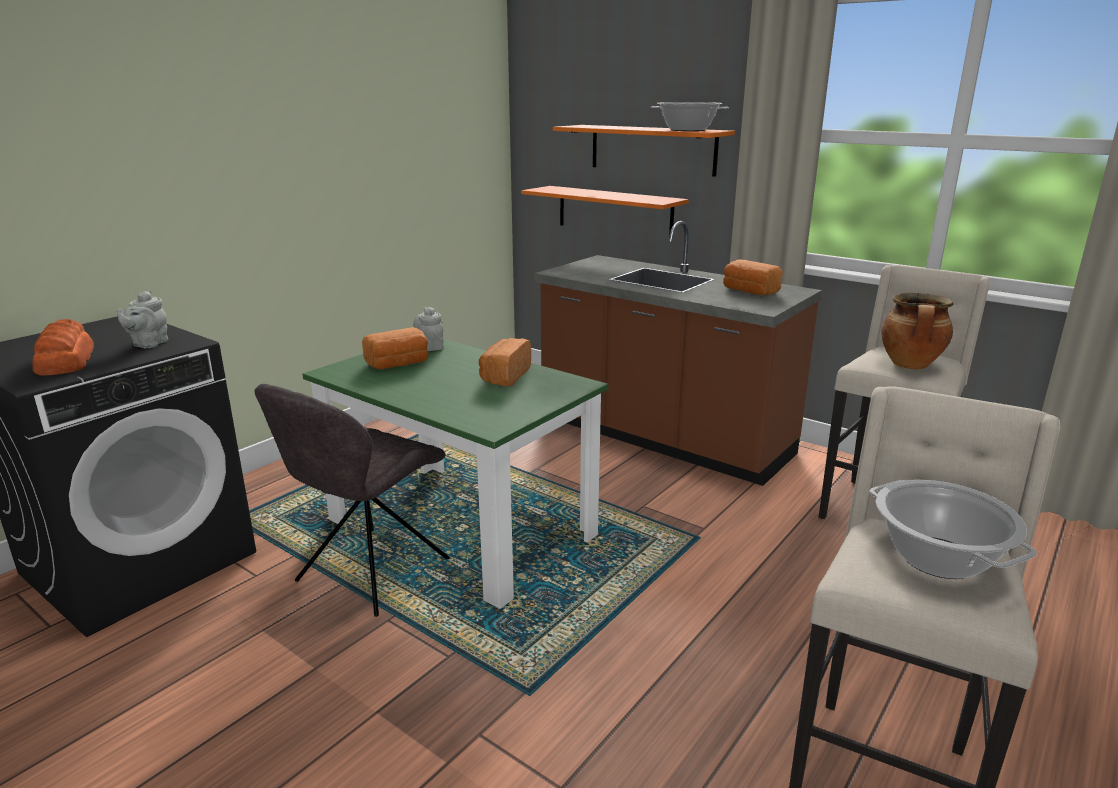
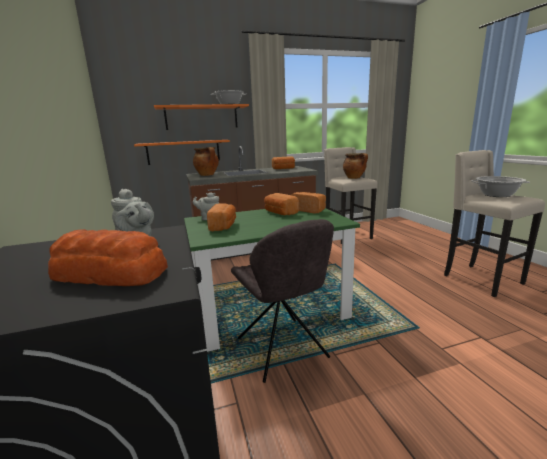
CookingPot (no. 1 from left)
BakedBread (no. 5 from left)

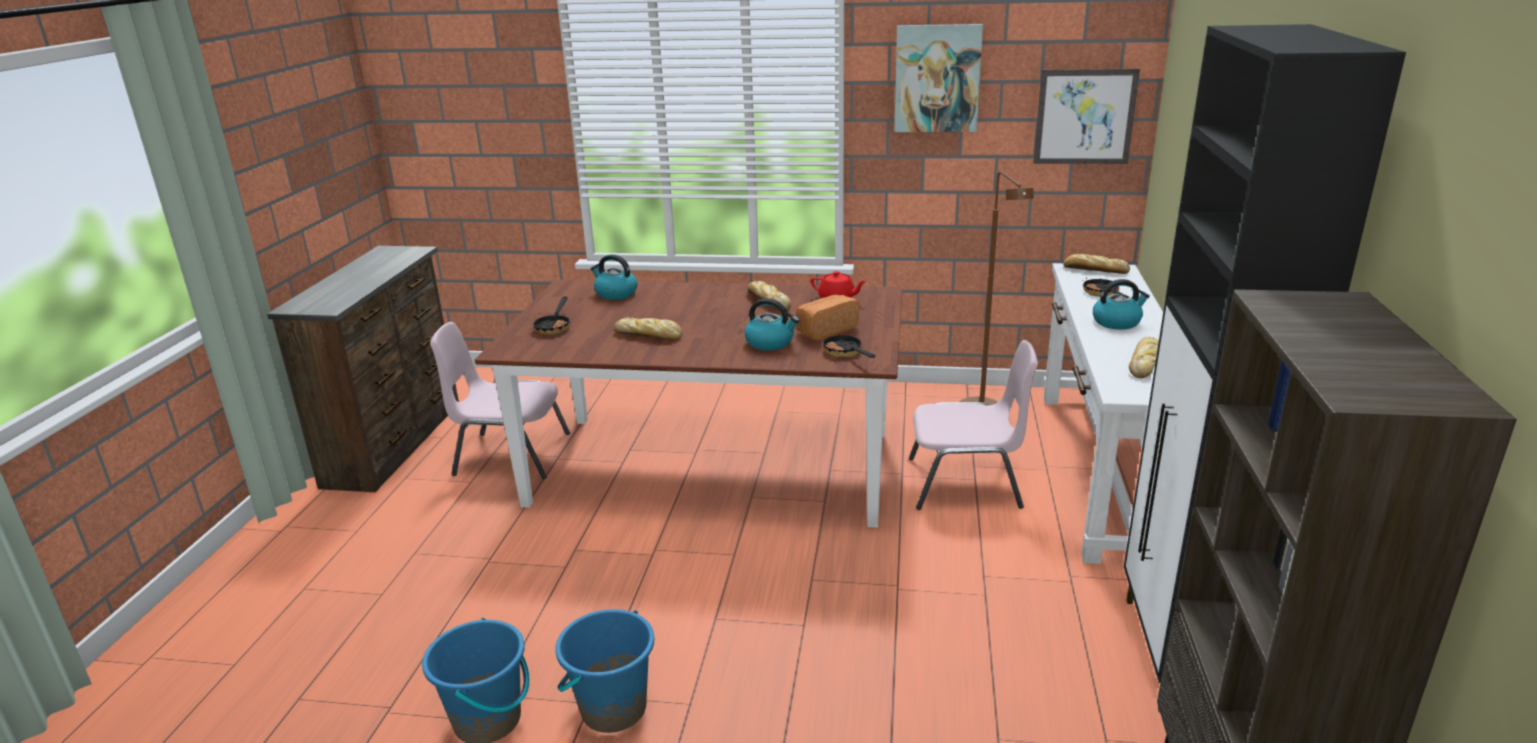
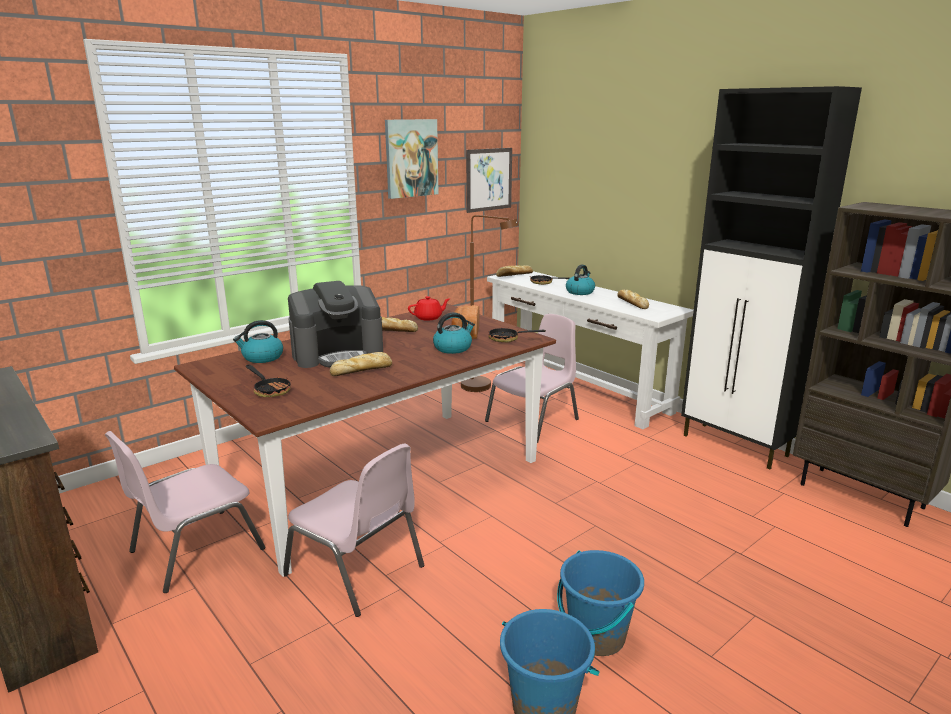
PinkChair (no. 2 from left)
CoffeeMachine

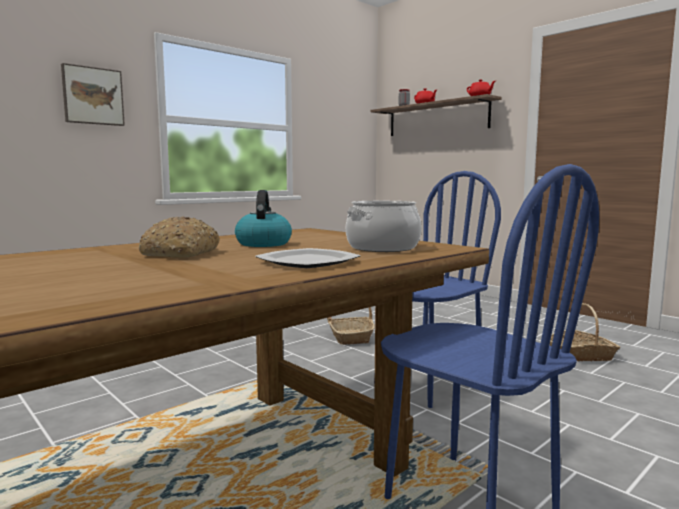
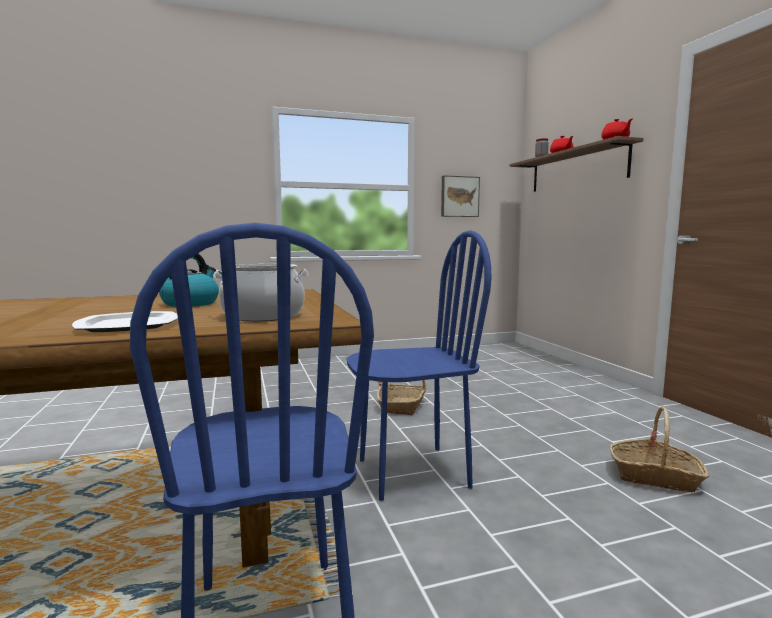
Picture
BakedBread

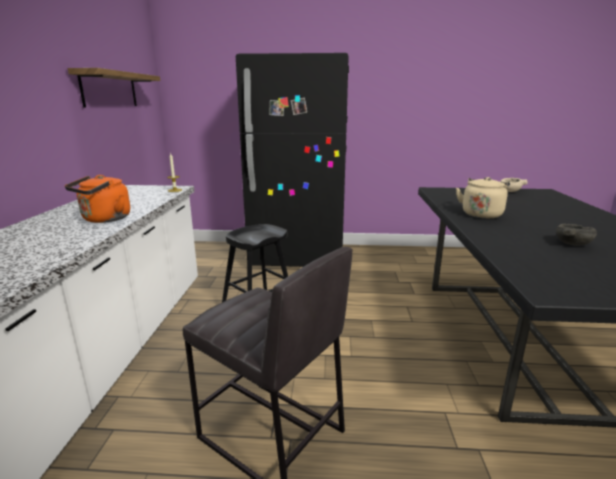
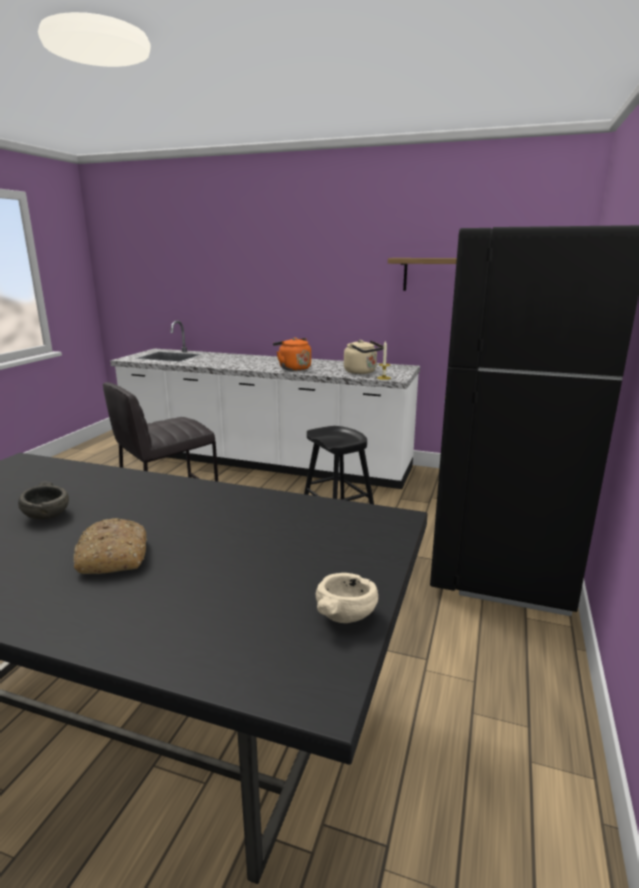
BakedBread
SandColouredKettle

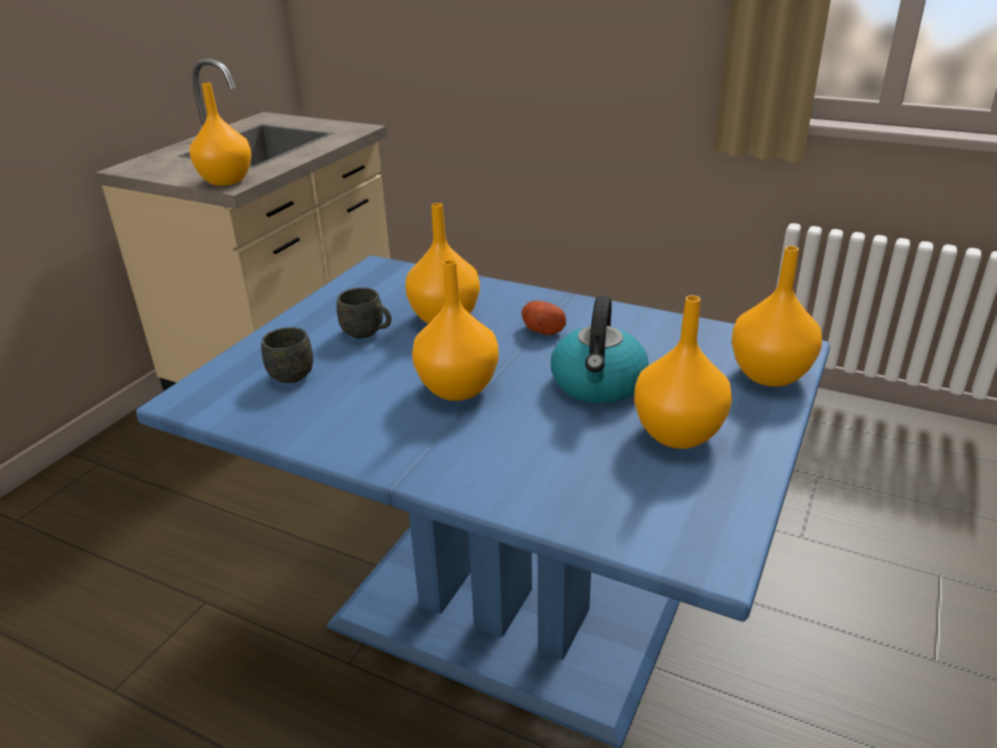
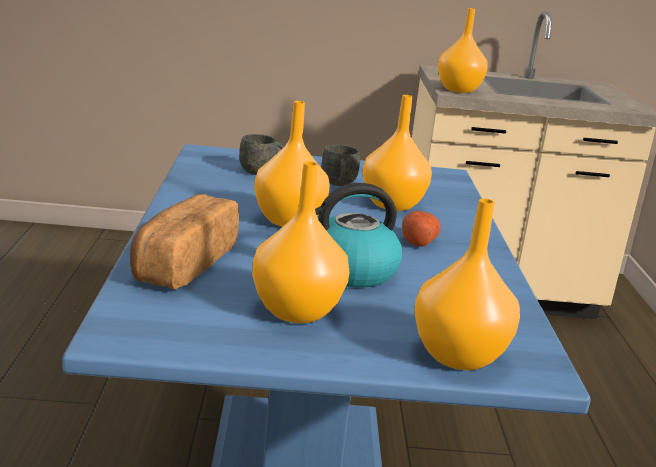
BakedBread

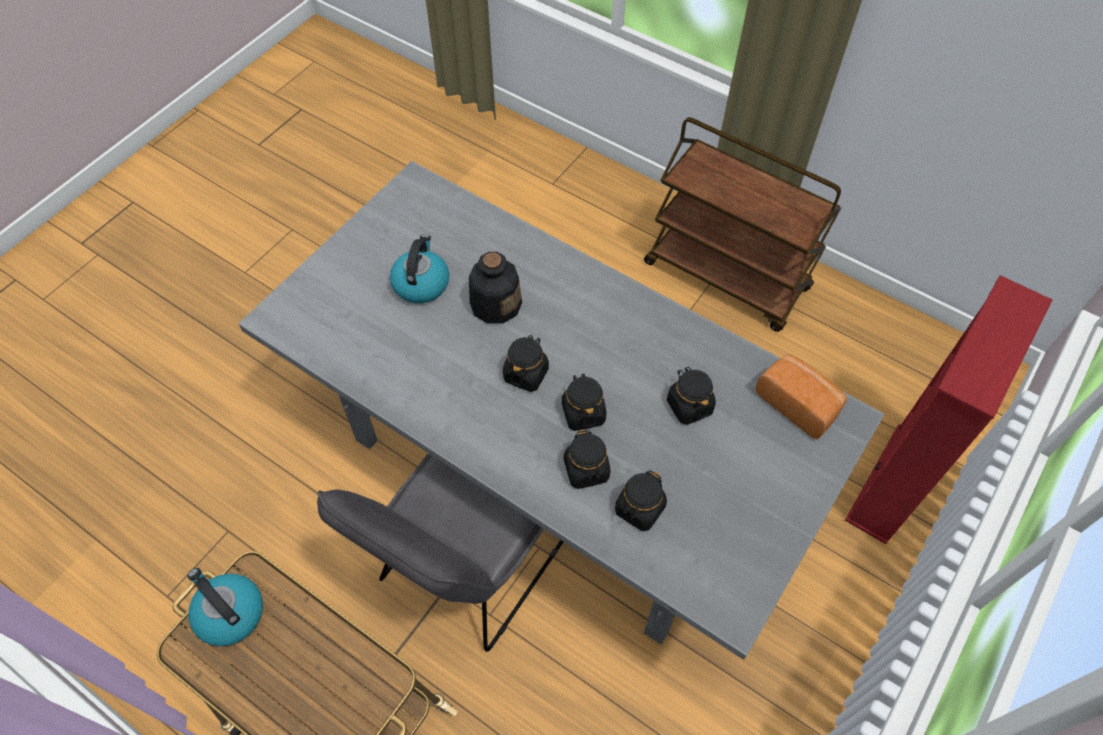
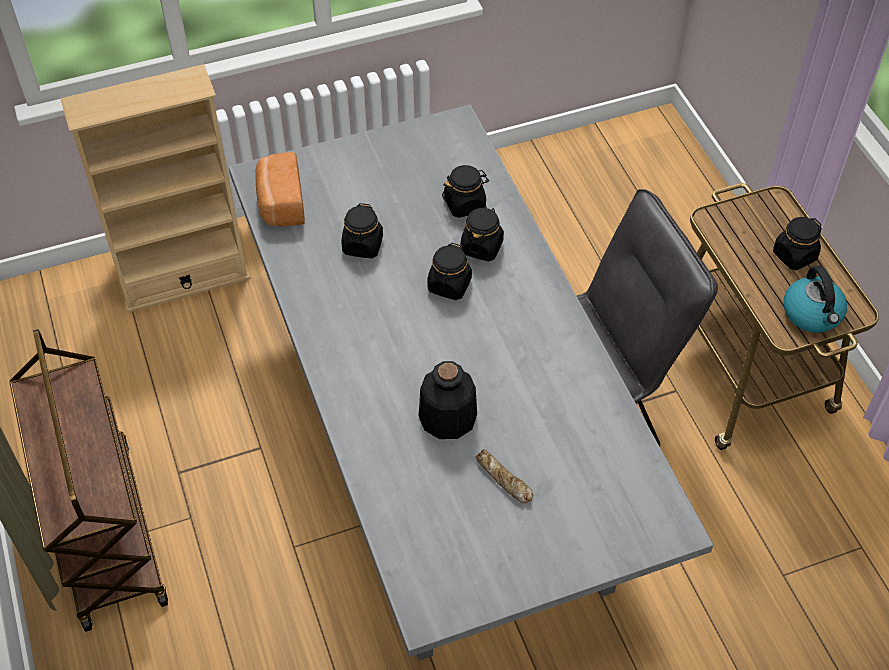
SandColouredShelvingUnit
BakedBread (no. 2 from left)
BlackColouredPreserveJar (no. 5 from left)

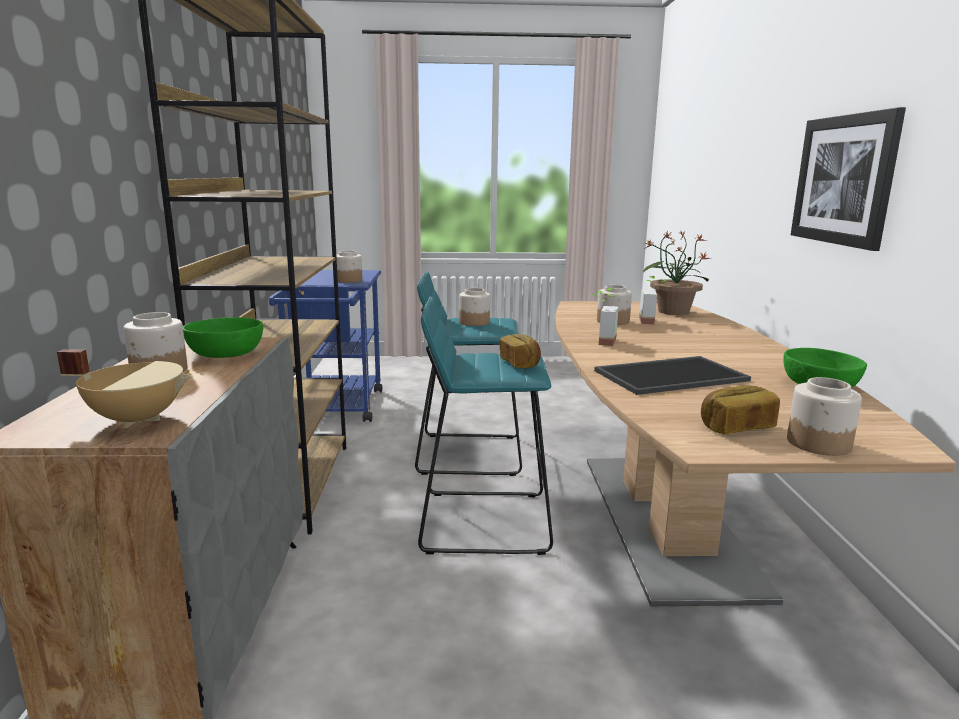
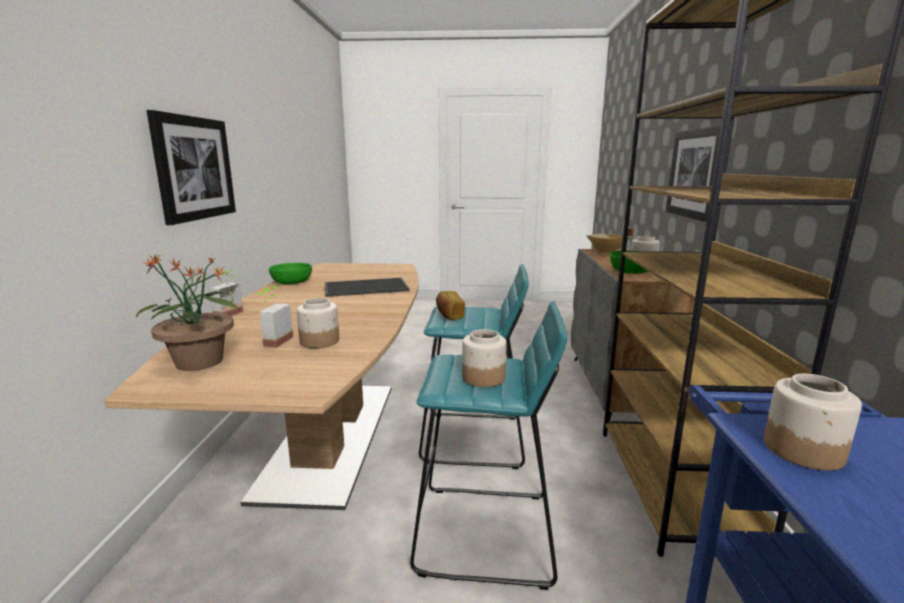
PottedPlant (no. 2 from left)
Picture (no. 2 from left)
BakedBread (no. 2 from left in the first image)
PreserveJar (no. 5 from left in the first image)

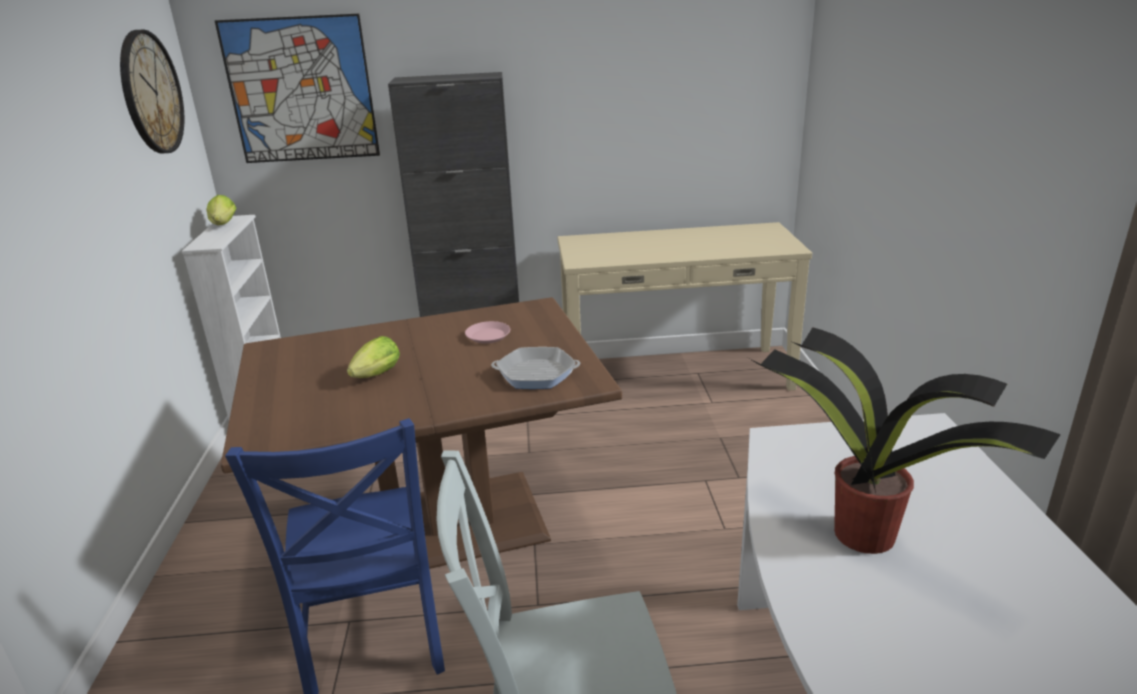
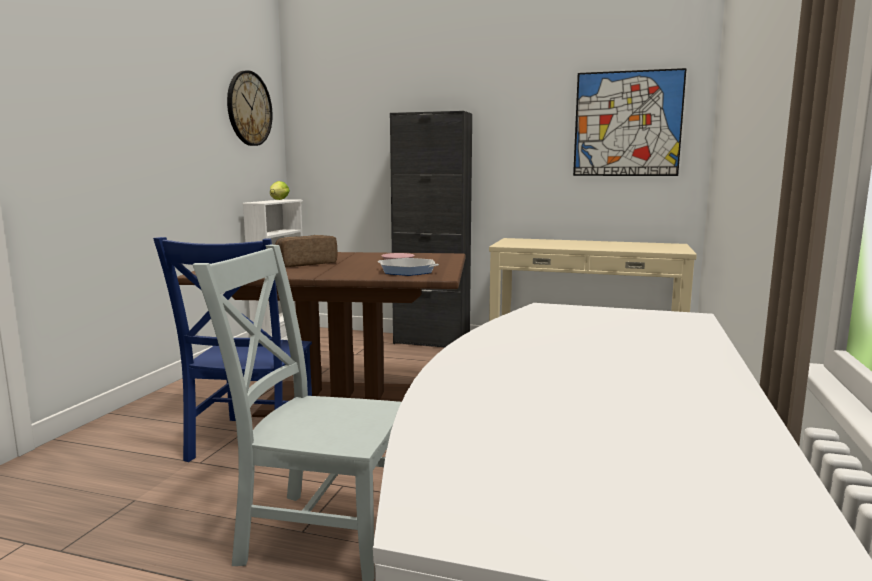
BakedBread
Picture
PottedPlant

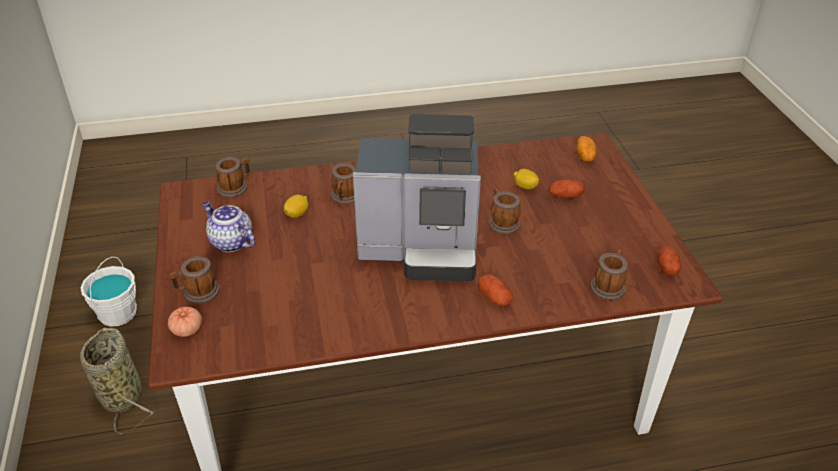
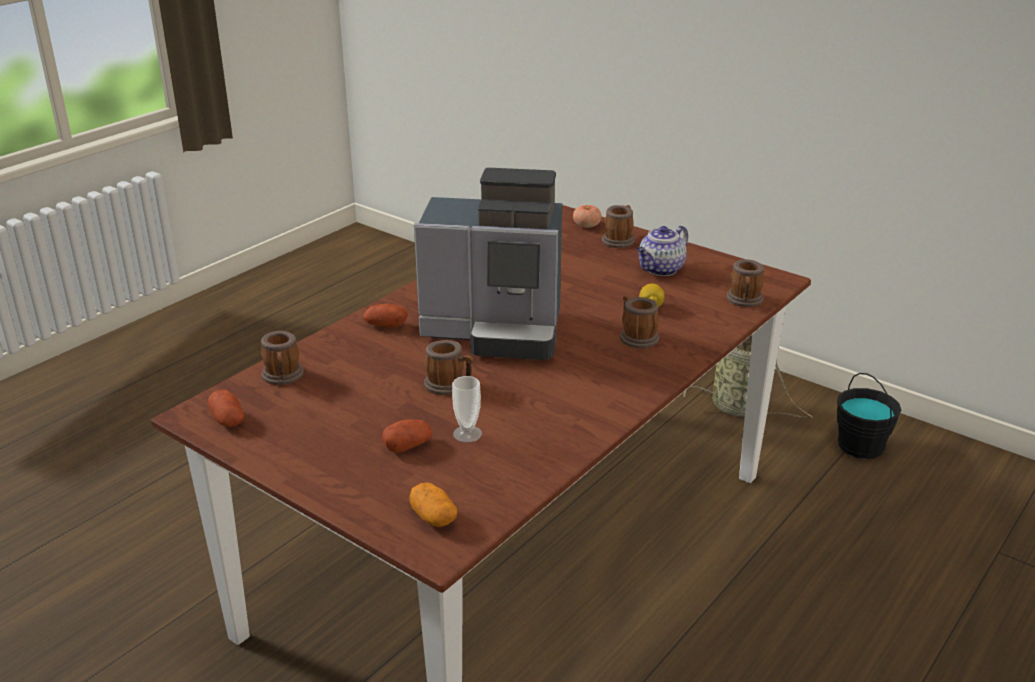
CoffeeMachine
Cup
TeaPot
BlackColouredBucket

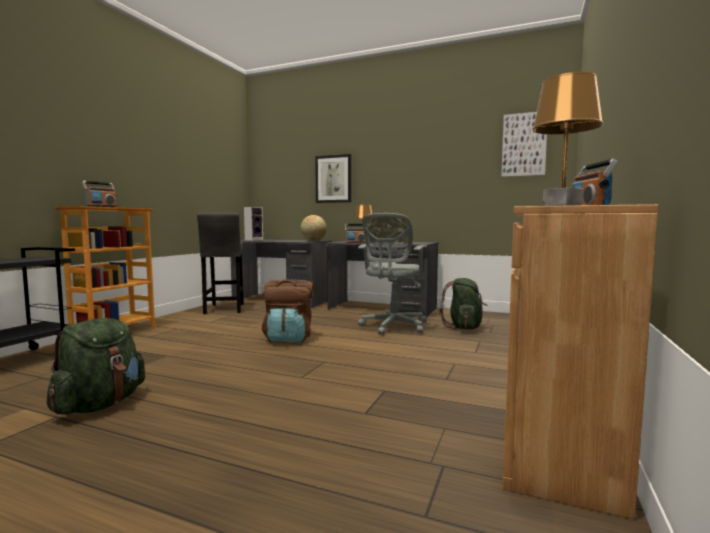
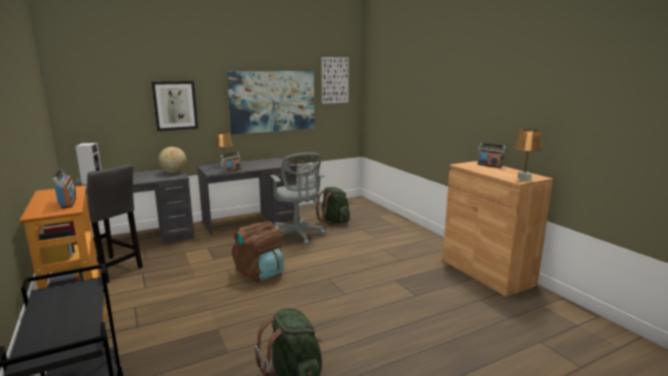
Picture (no. 2 from left)

